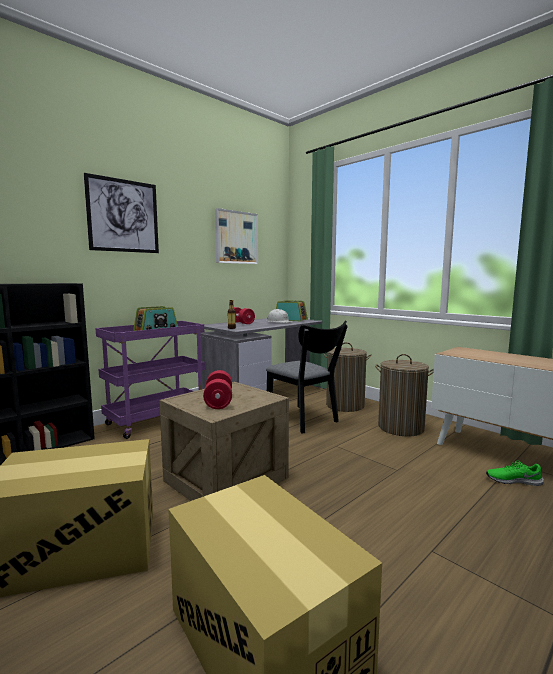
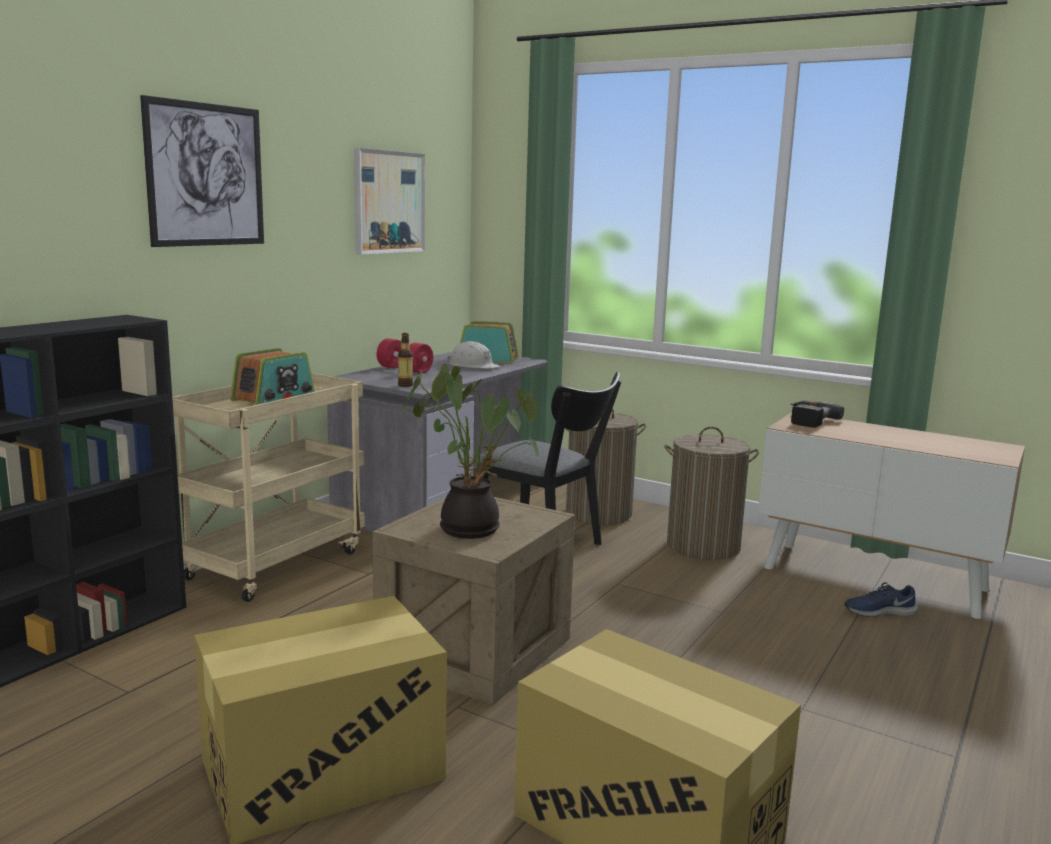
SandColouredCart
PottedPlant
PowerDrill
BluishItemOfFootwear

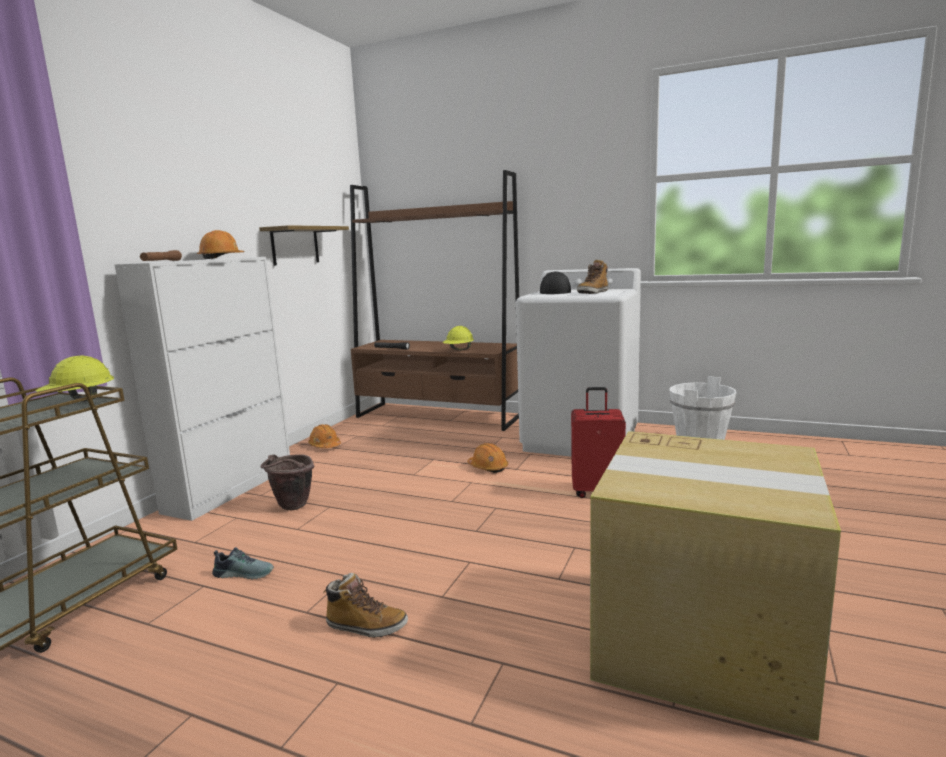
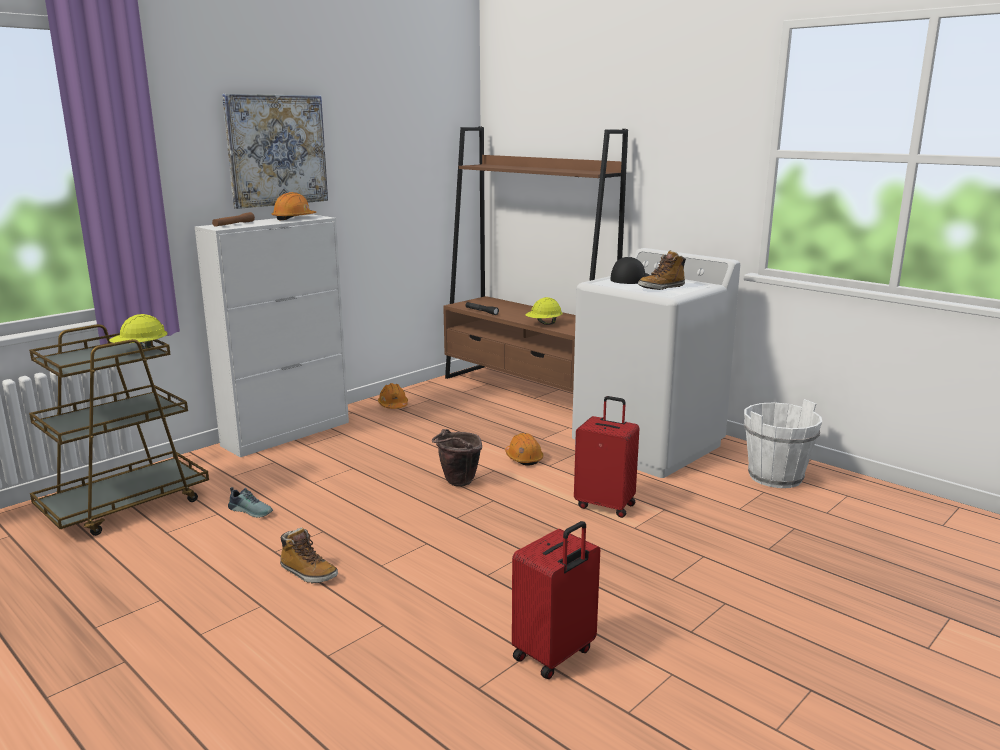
Picture
BrownishBucket
RedColouredTravelCase (no. 1 from left)
WallShelf

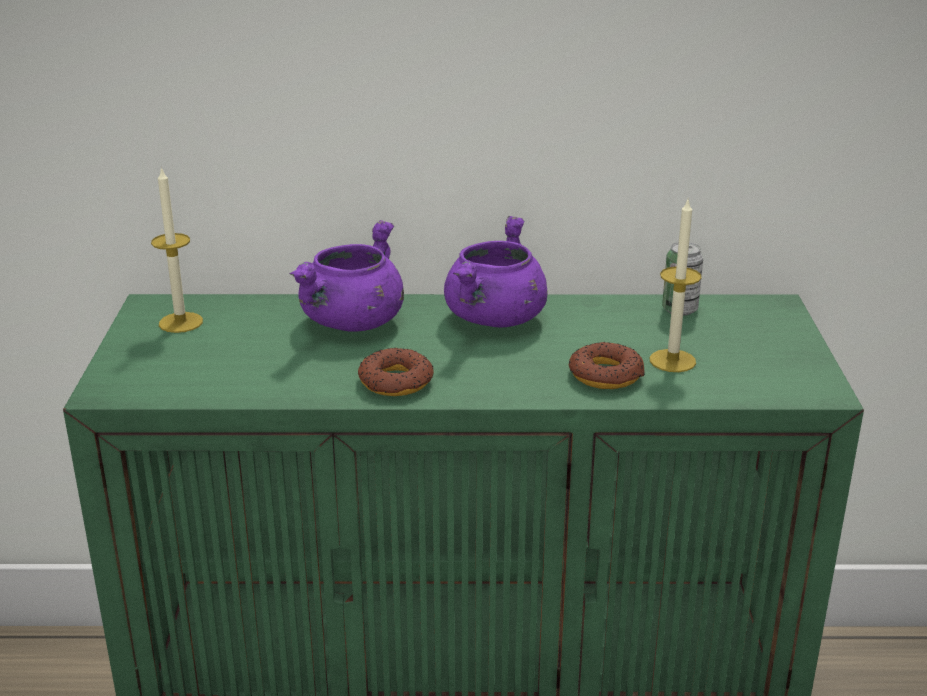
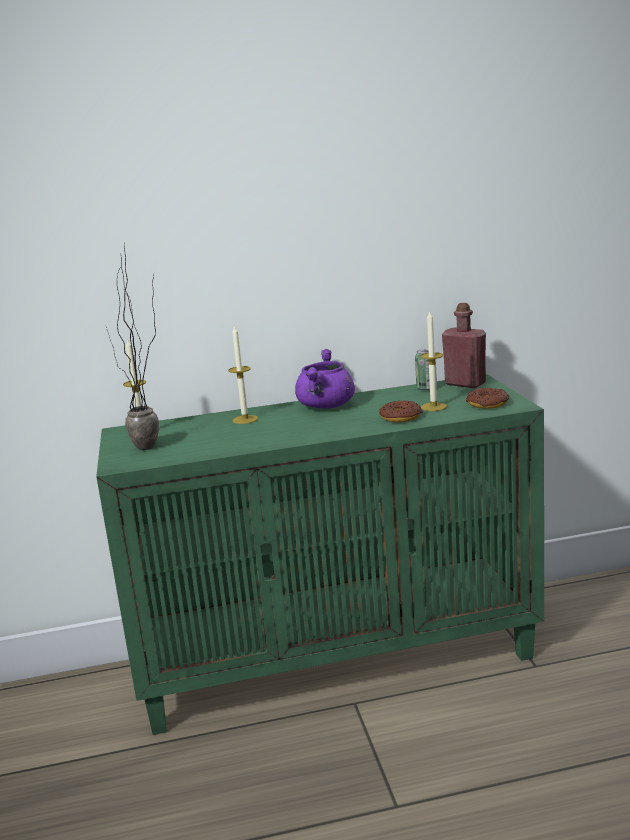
PottedPlant
Candle (no. 2 from left)
RedColouredBottle
Donut (no. 2 from left)

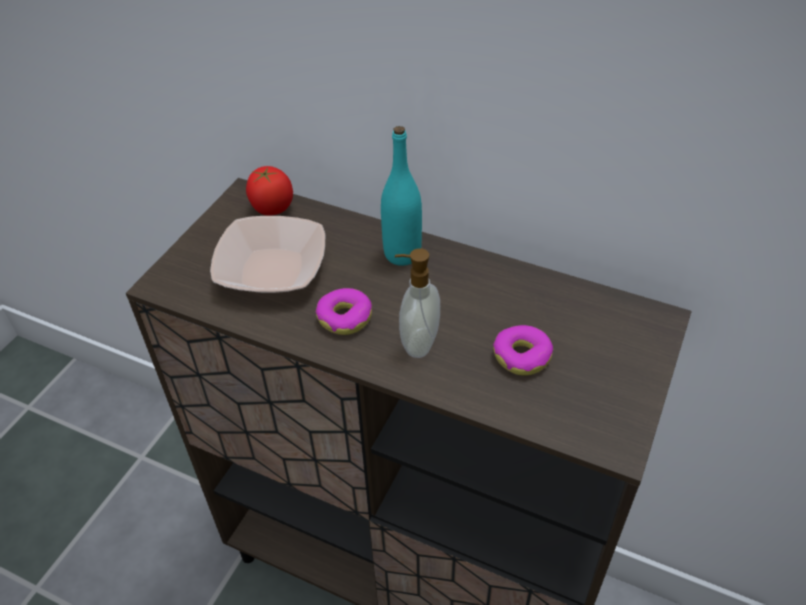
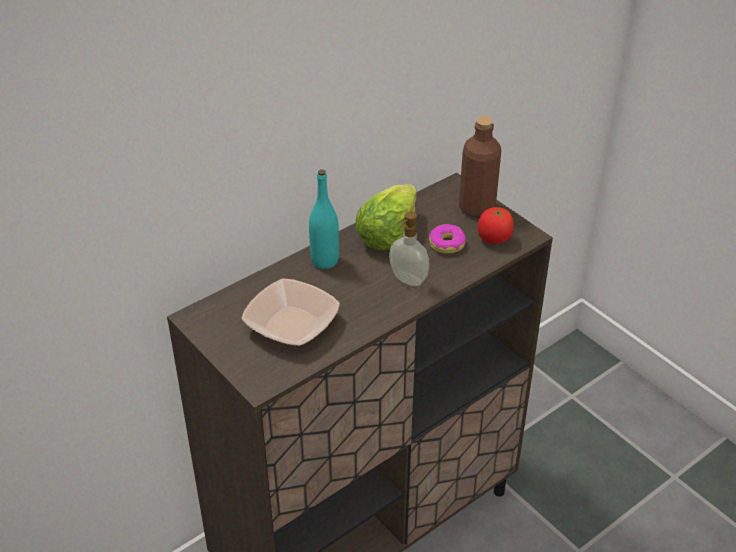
Lettuce
BrownishBottle
Tomato
Donut (no. 1 from left in the first image)

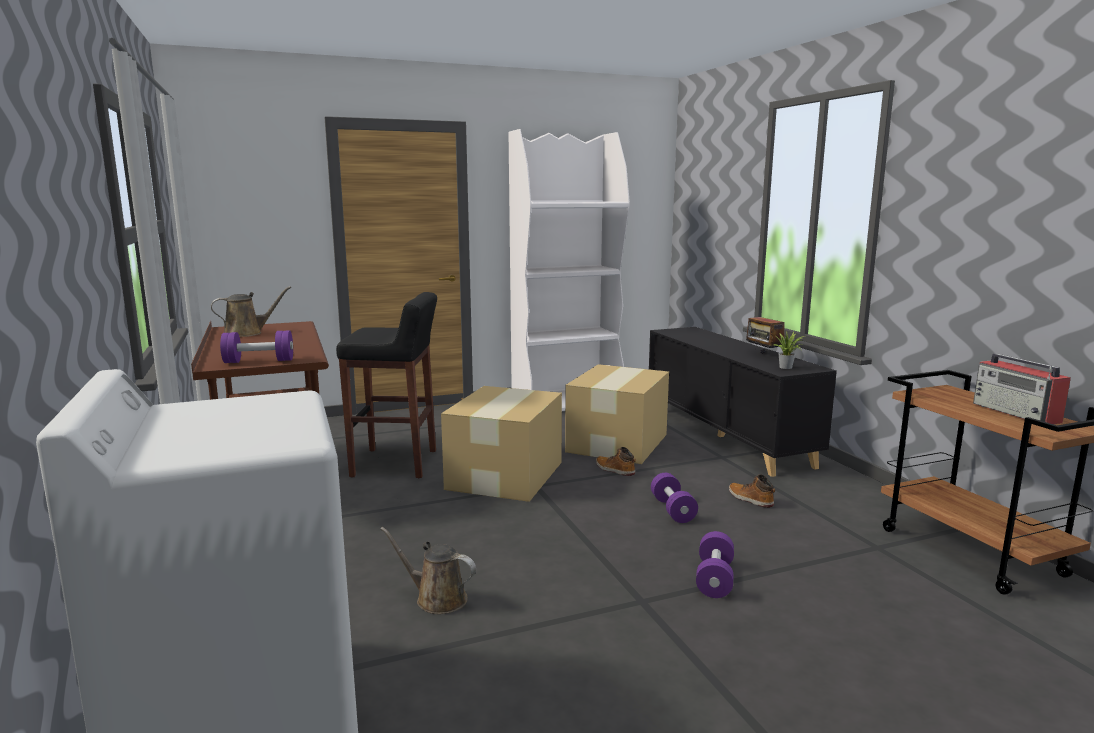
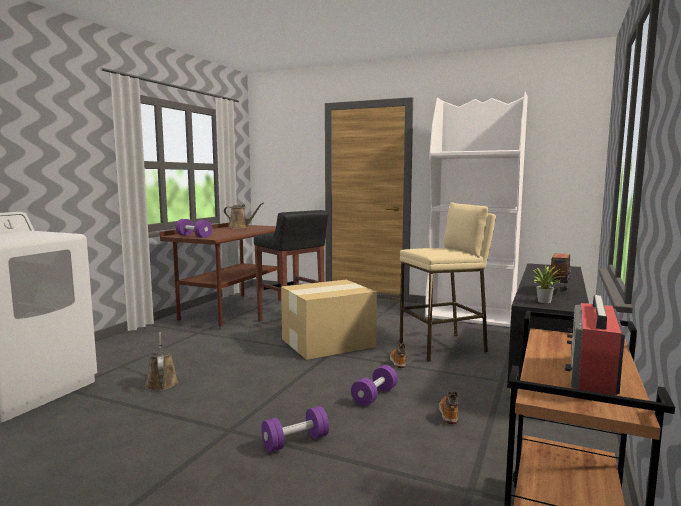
SandColouredSittingStool

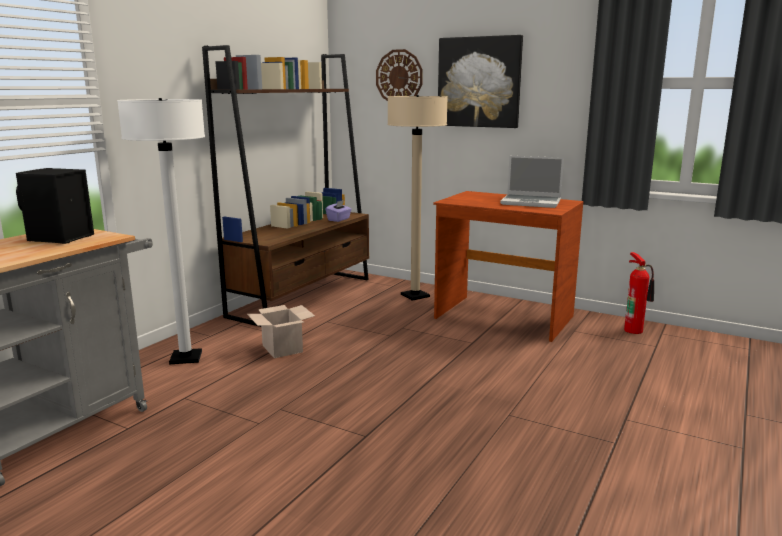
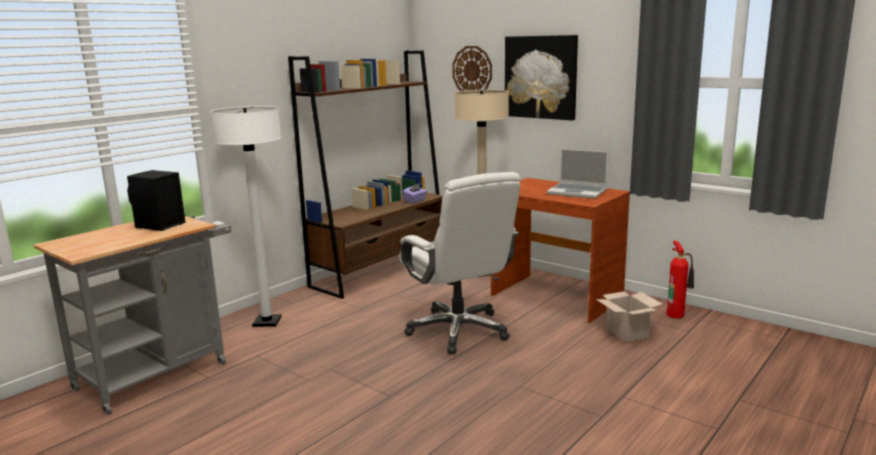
WhitishDeskChair
CardboardBox

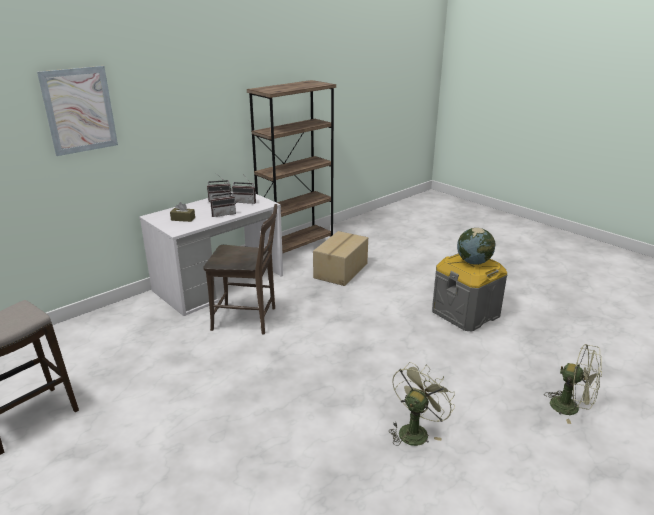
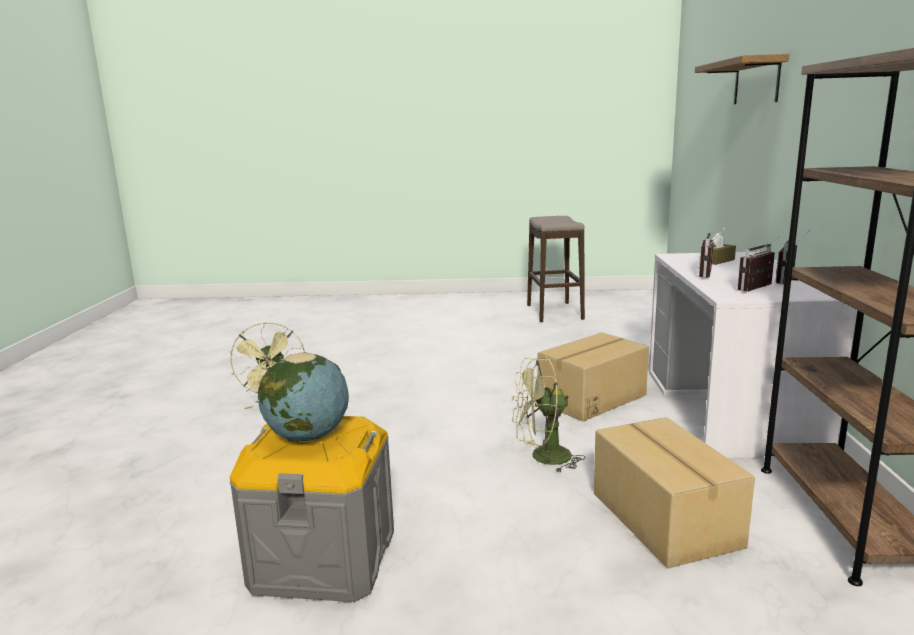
GreenishElectricFan (no. 2 from left)
CardboardBox (no. 1 from left)
WallShelf

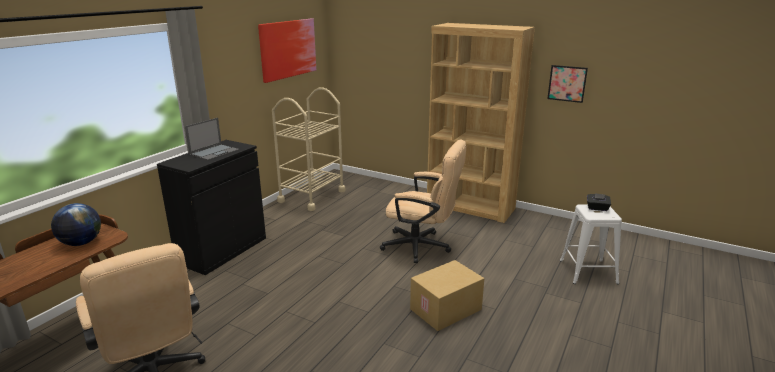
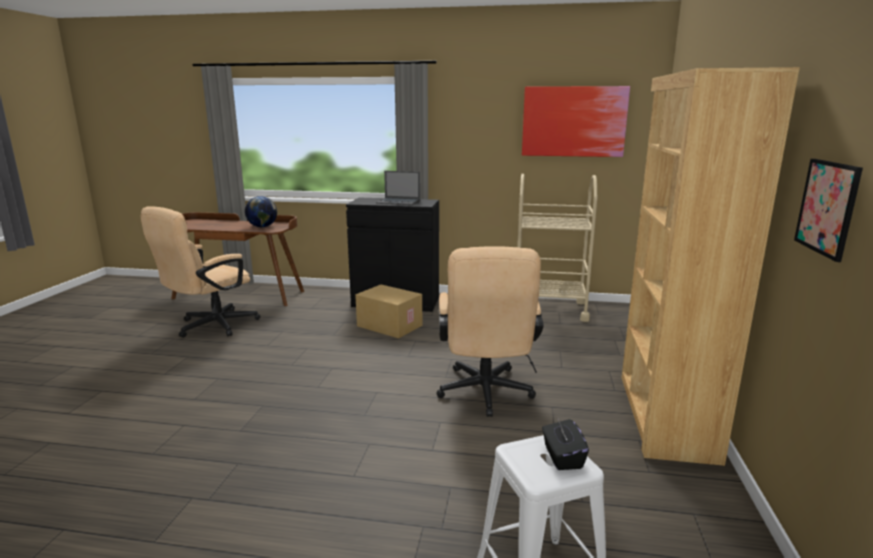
CardboardBox

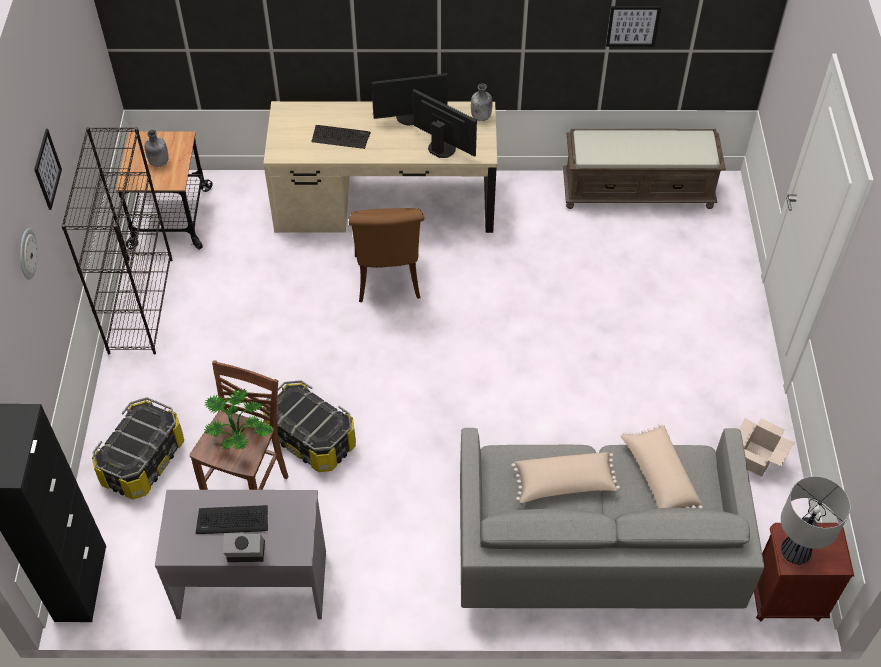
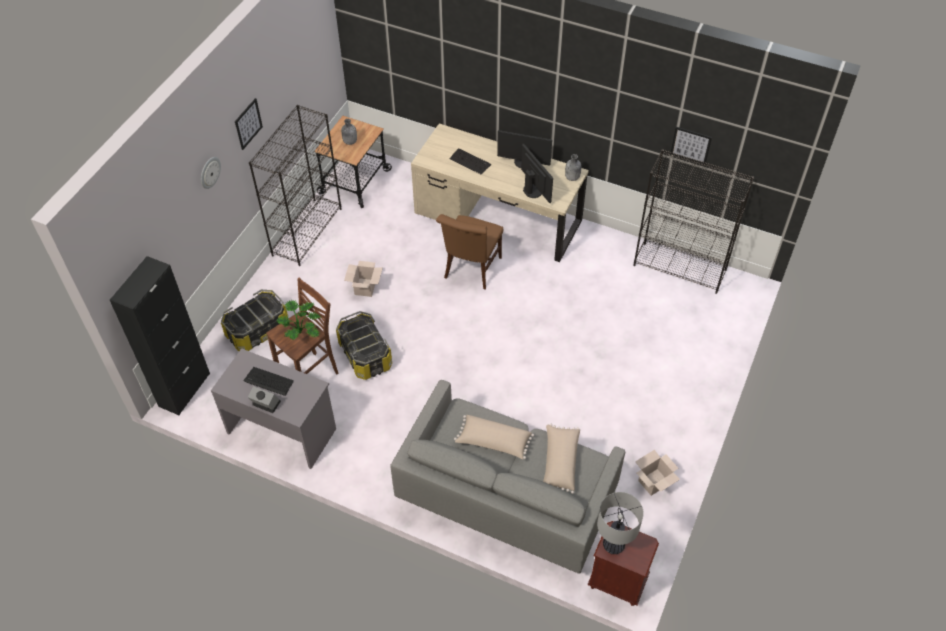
CardboardBox (no. 1 from left)
BlackColouredShelvingUnit (no. 2 from left)

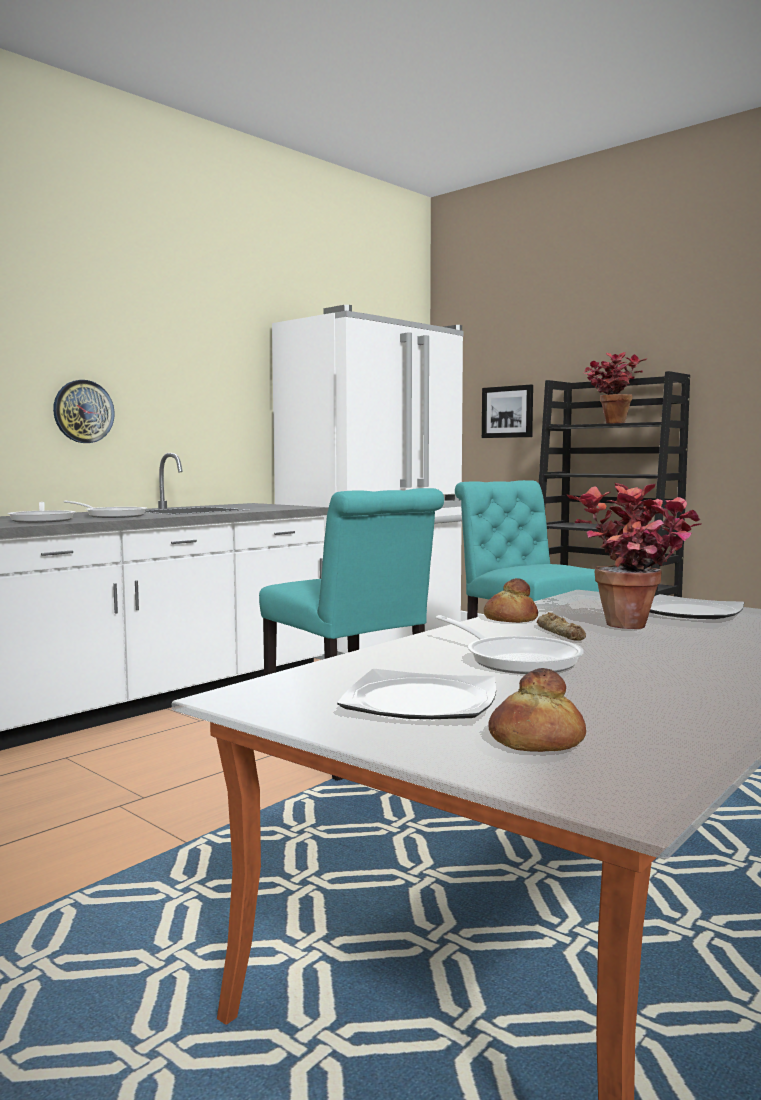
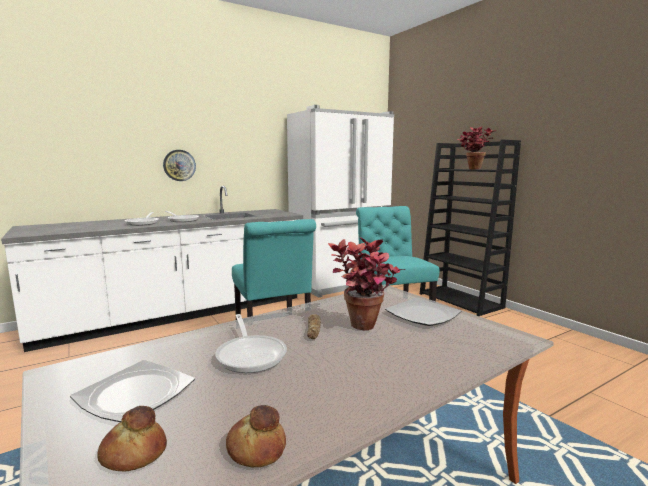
BakedBread (no. 2 from left)
Picture

